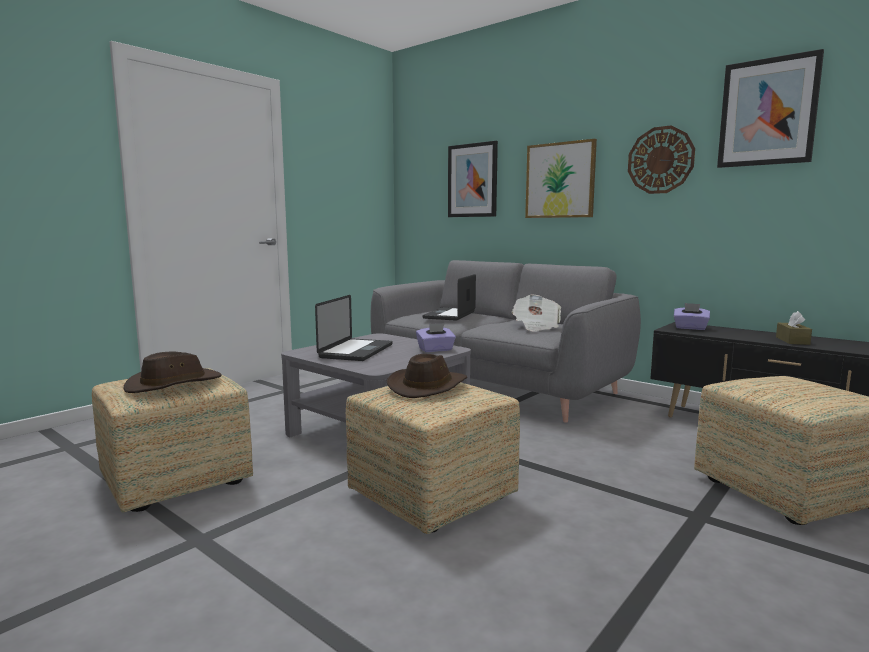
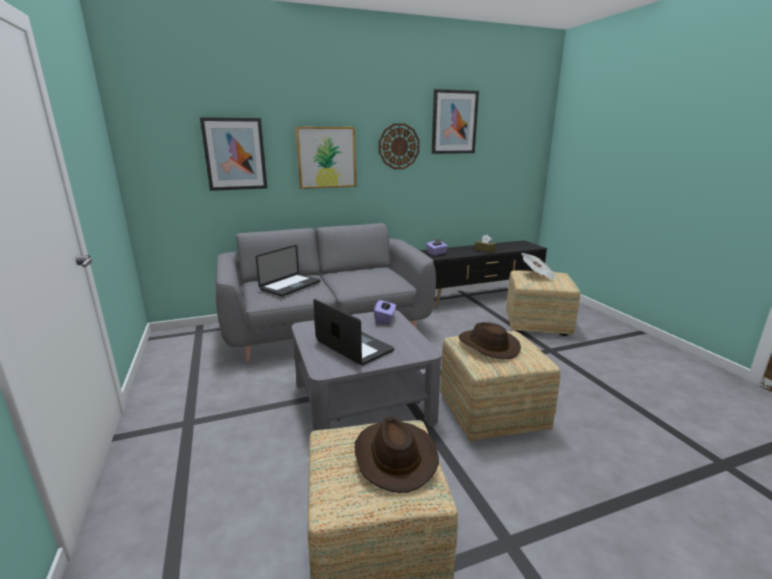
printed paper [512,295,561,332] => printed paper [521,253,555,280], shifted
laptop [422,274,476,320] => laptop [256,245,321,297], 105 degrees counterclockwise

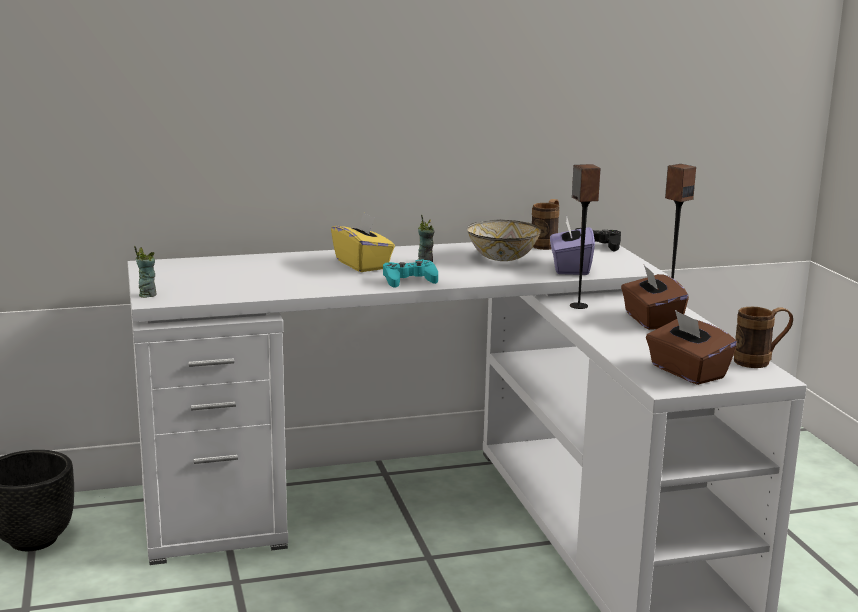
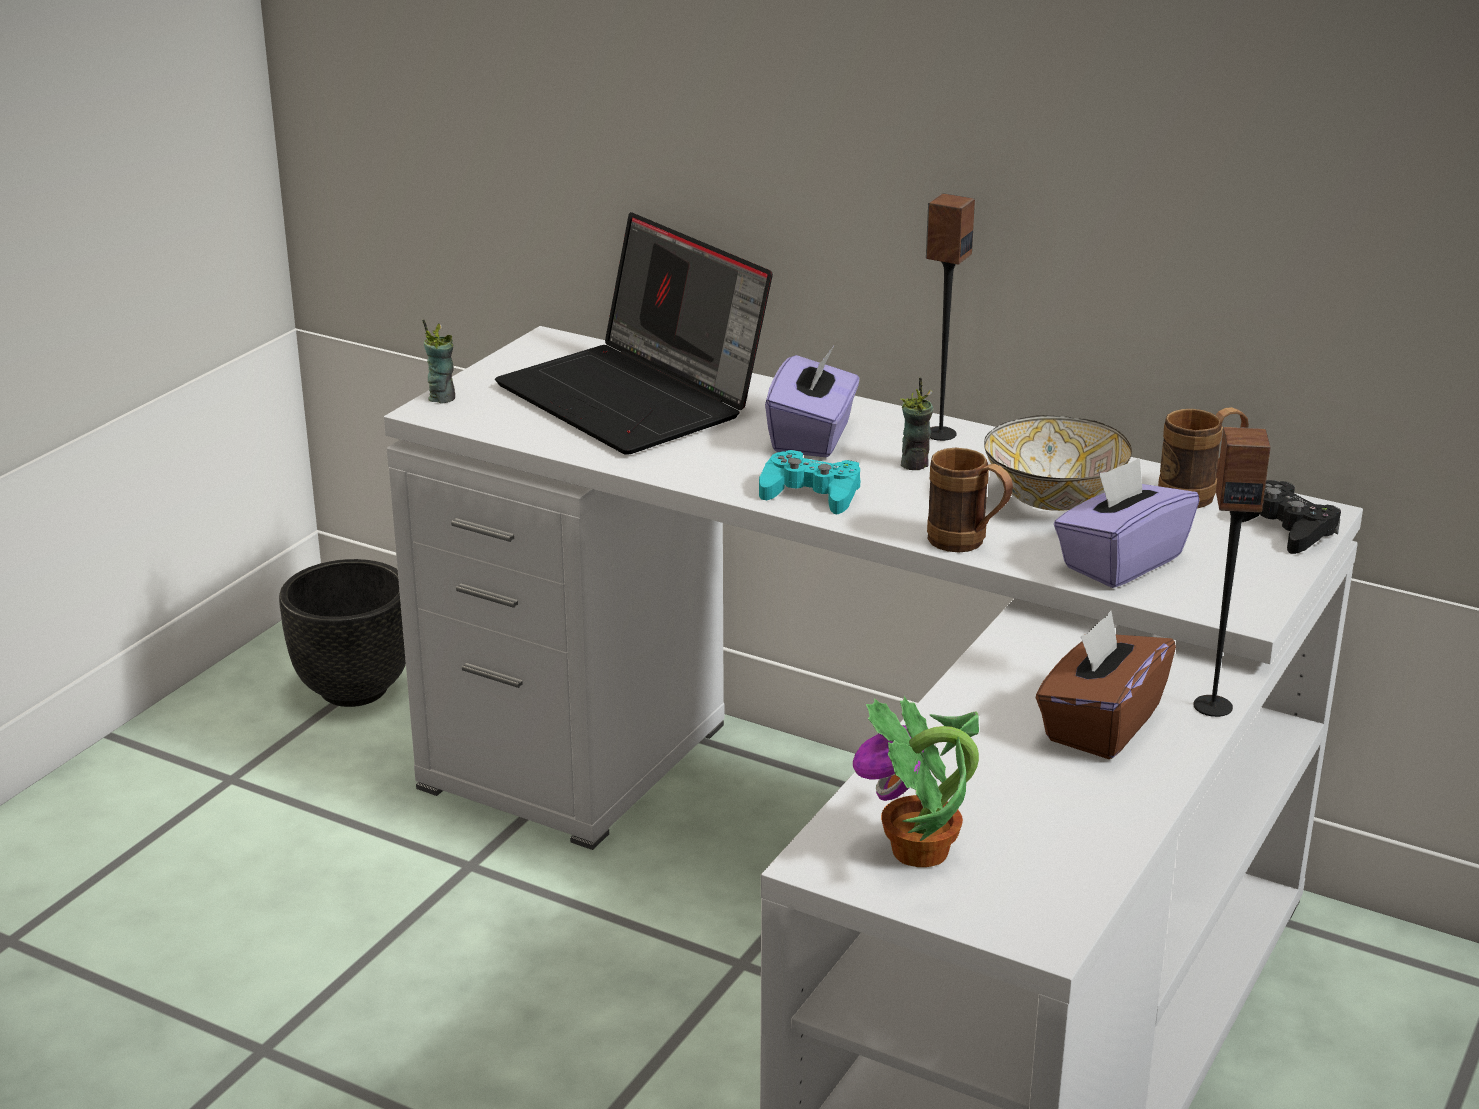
nothing => laptop [495,212,773,455]
audio speaker [570,164,601,309] => audio speaker [926,194,975,441], shifted
brown tea mug [734,307,793,368] => brown tea mug [927,448,1013,553], shifted
brown tissue box [646,310,737,385] => potted plant [853,696,979,867]
yellow tissue box [331,213,395,272] => purple-coloured tissue box [765,346,860,457]

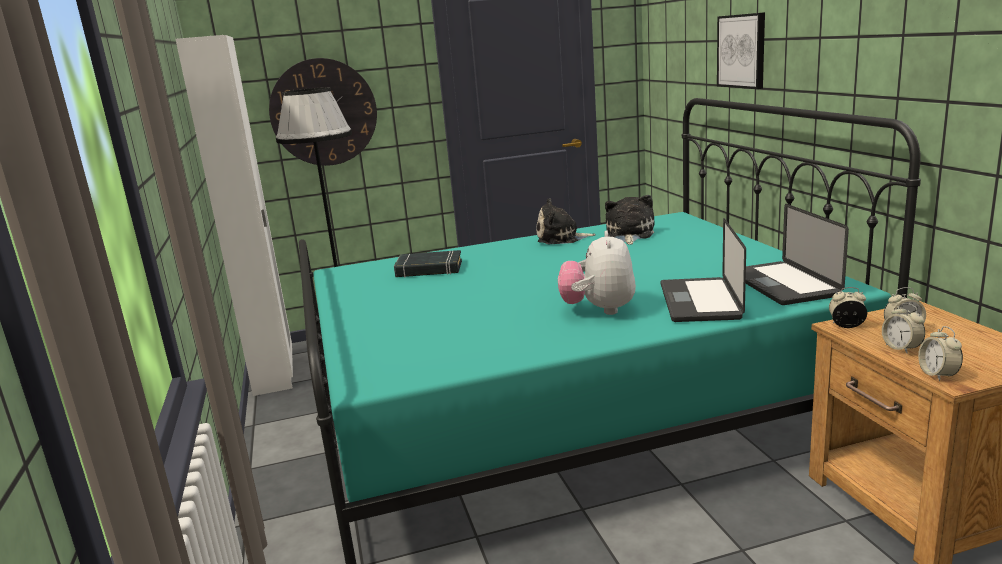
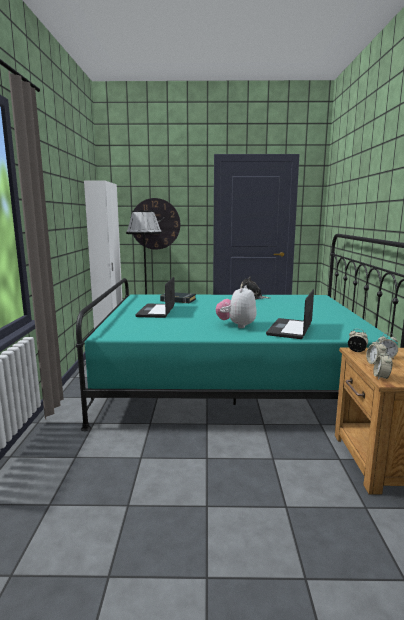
cuddly toy [605,195,655,245] => nothing
wall picture [717,12,765,89] => nothing
laptop [746,204,849,305] => laptop [136,277,175,318], shifted

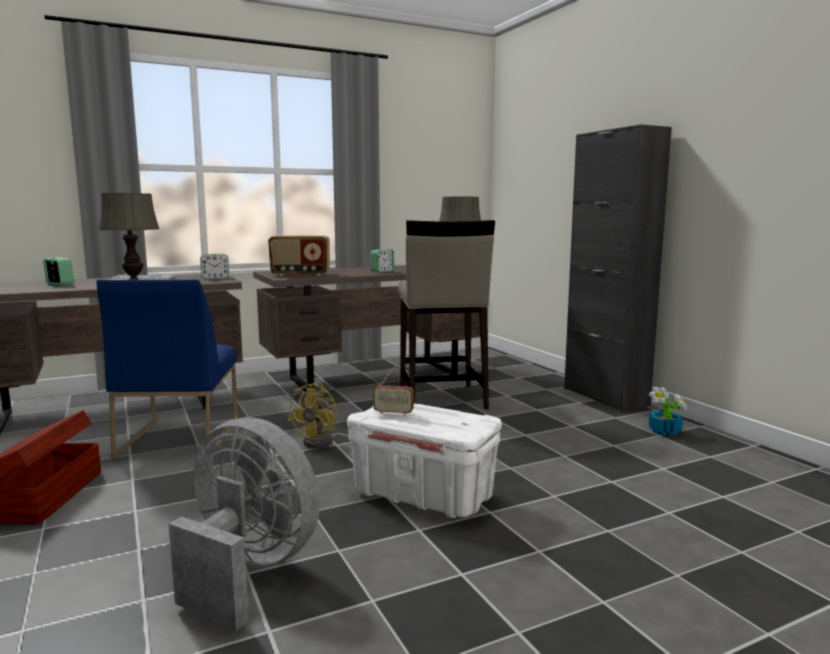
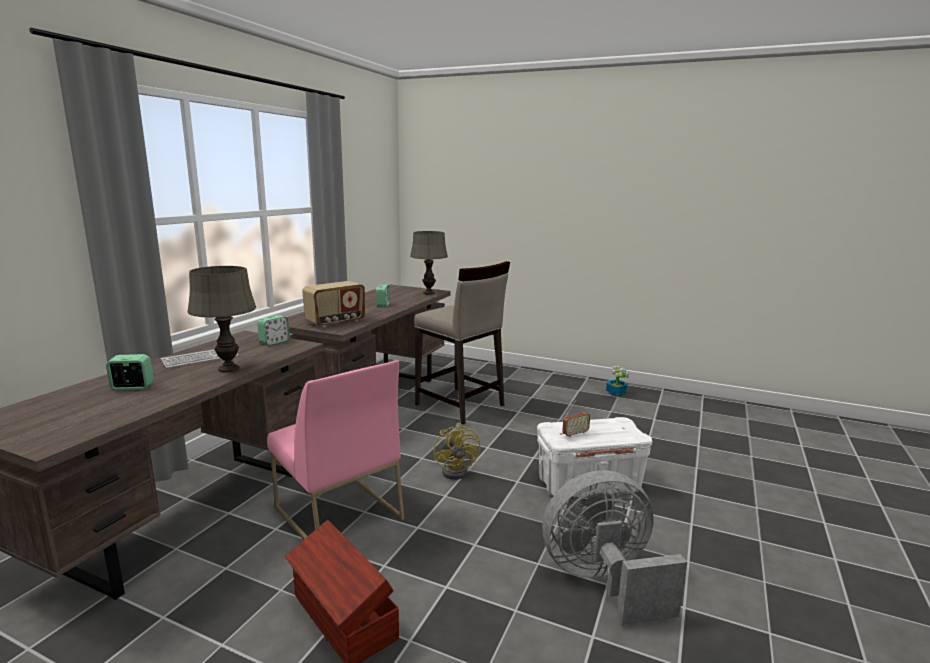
blackish cabinet [564,124,672,412] => nothing
bluish chair [97,279,238,459] => pinkish chair [267,360,404,540]

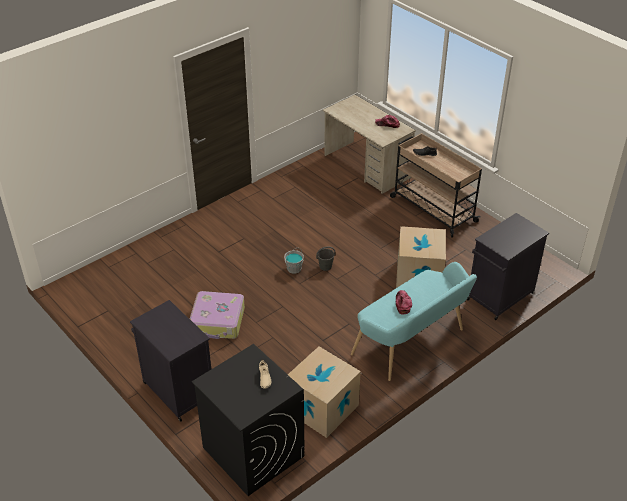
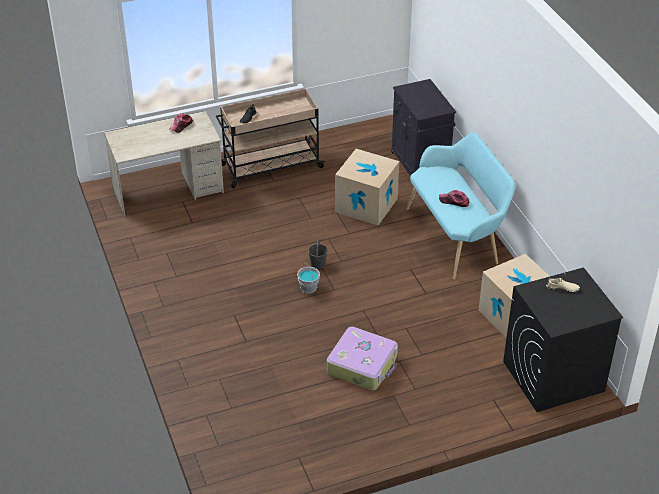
blackish cabinet [130,300,211,422] => nothing

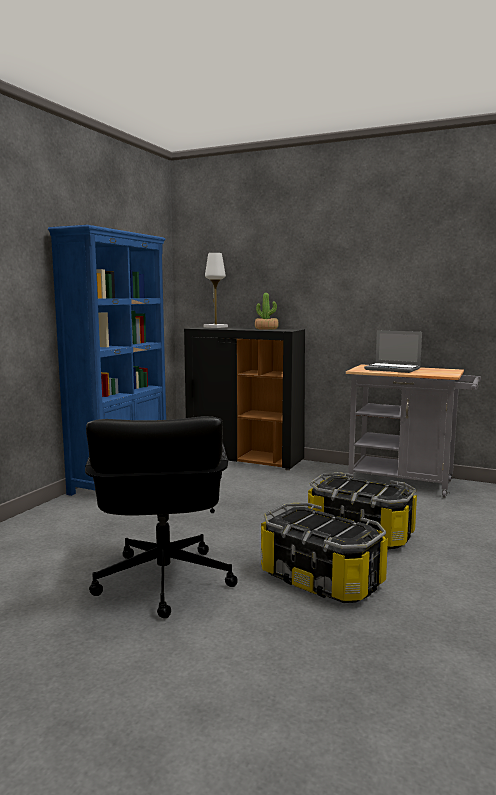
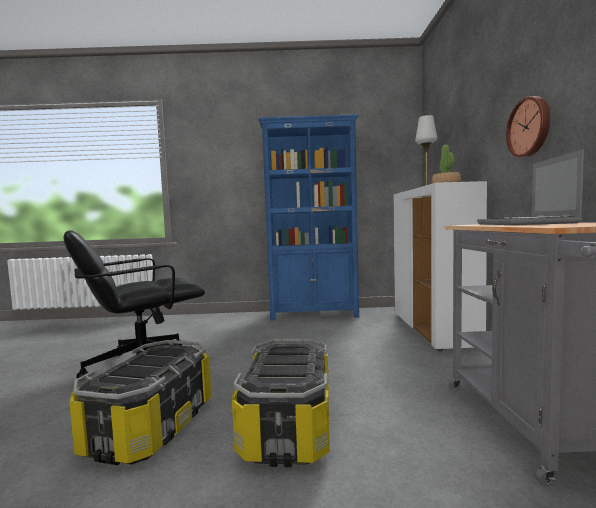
nothing => hanging clock [506,96,550,157]
blackish cabinet [184,327,305,470] => white-coloured cabinet [394,181,487,351]

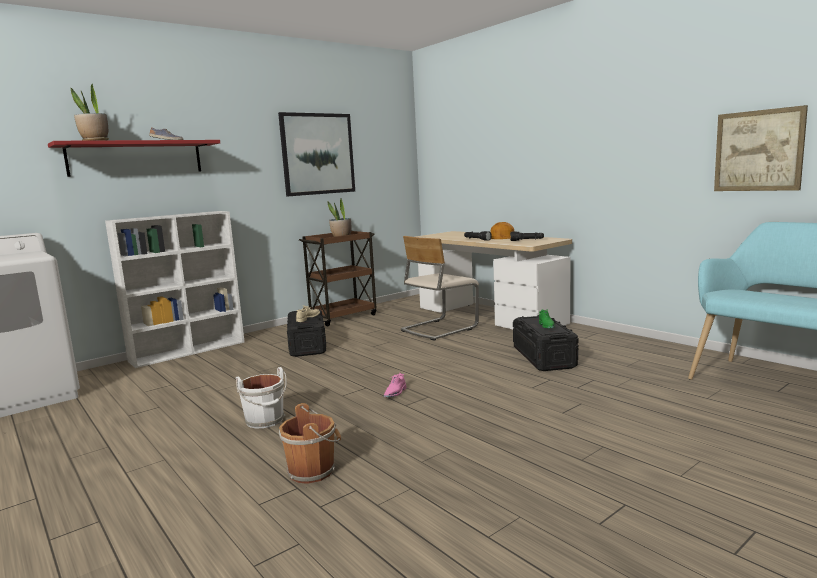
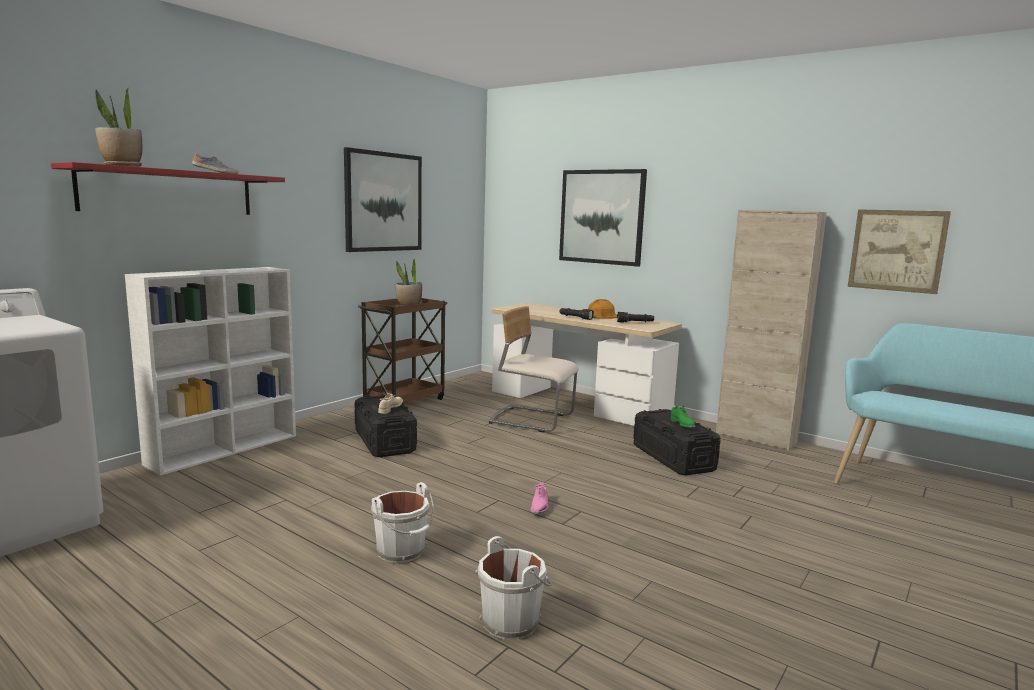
nothing => wall picture [559,169,647,267]
nothing => beige-coloured cabinet [716,210,827,451]
brown water bucket [279,403,341,484] => white-coloured water bucket [475,536,552,640]
beige-coloured chair [401,236,479,341] => beige-coloured chair [489,306,579,433], 75 degrees clockwise

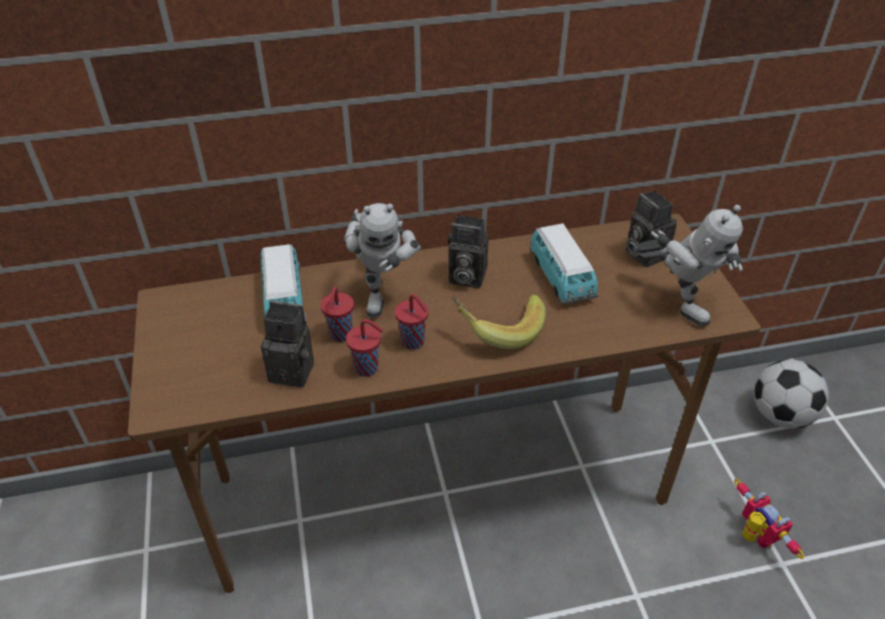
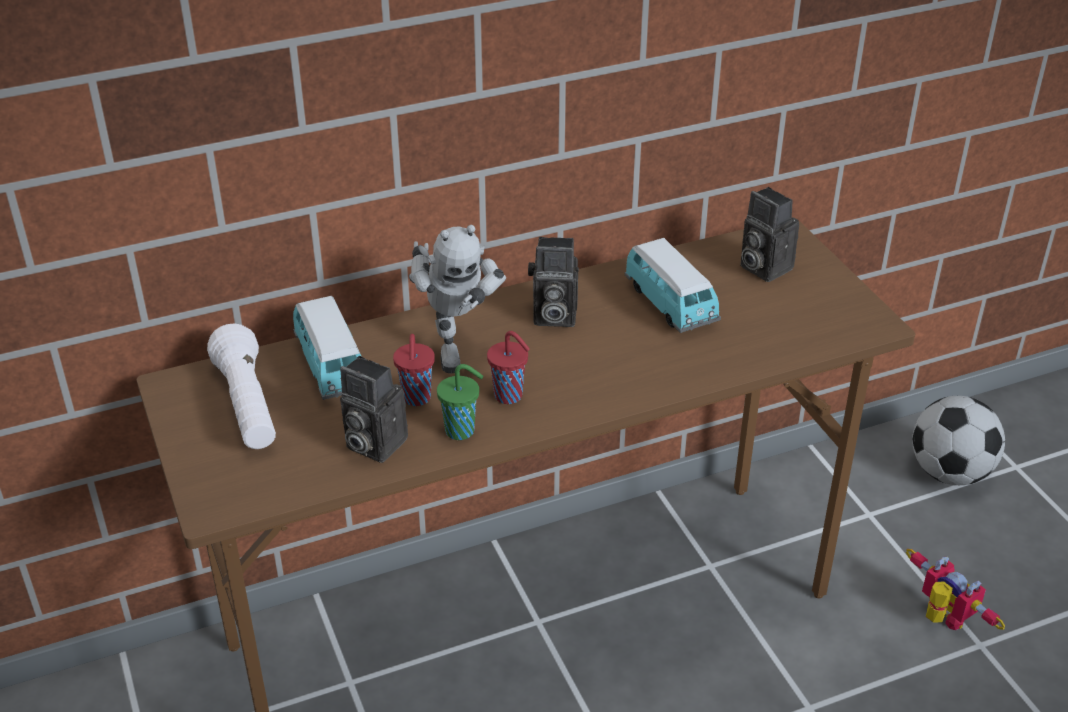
whole banana [451,294,546,349] => nothing
toy robot [636,205,743,326] => nothing
nothing => white-coloured hand torch [207,324,276,449]
red-coloured small cup [346,319,384,377] => green-coloured small cup [437,364,484,440]
still camera [261,301,314,388] => still camera [340,356,408,463], 150 degrees counterclockwise

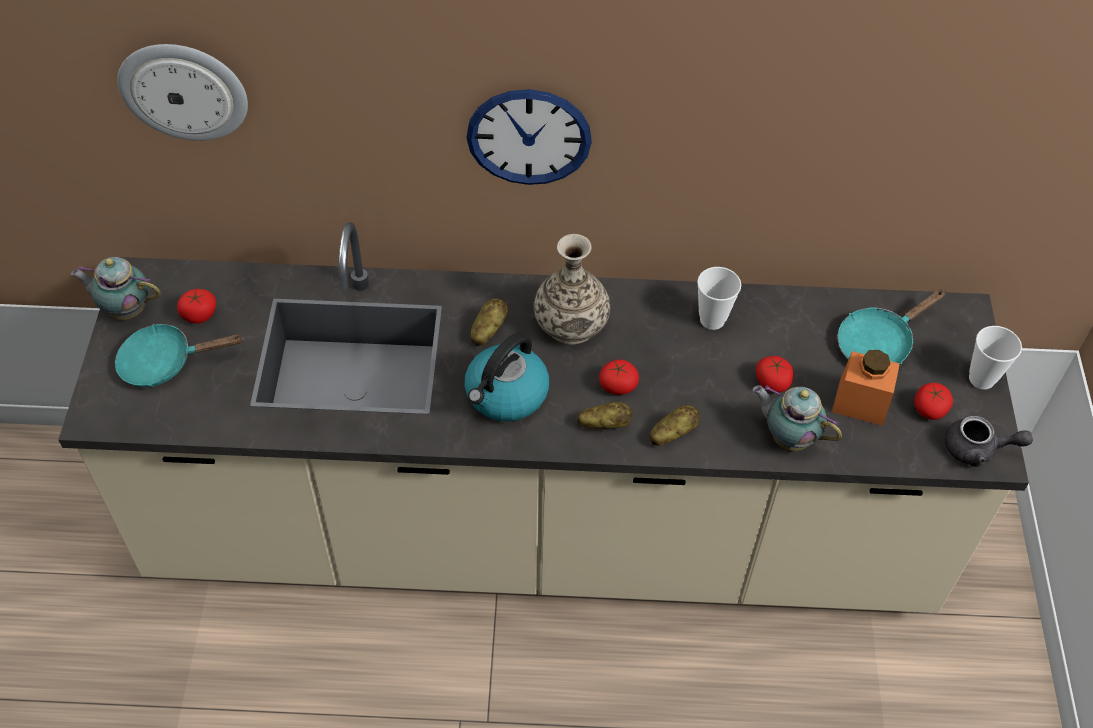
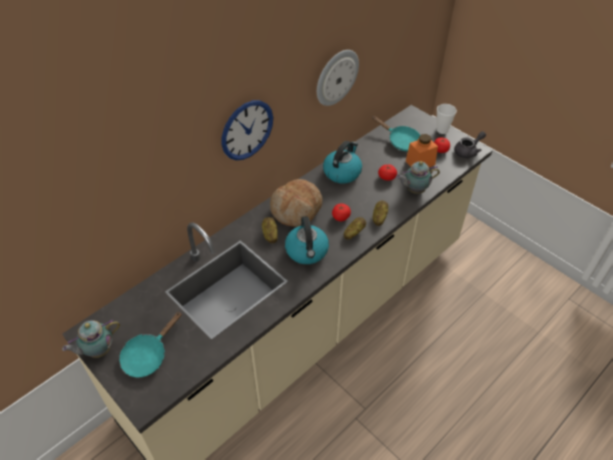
fresh tomato [177,289,216,324] => nothing
hanging clock [117,44,248,141] => hanging clock [317,50,359,106], shifted
decorative vase [534,234,610,345] => baked bread [270,179,322,227]
small cup [697,267,741,330] => kettle [323,141,362,184]
blue-green skillet [838,289,946,365] => blue-green skillet [372,116,420,152], 60 degrees counterclockwise

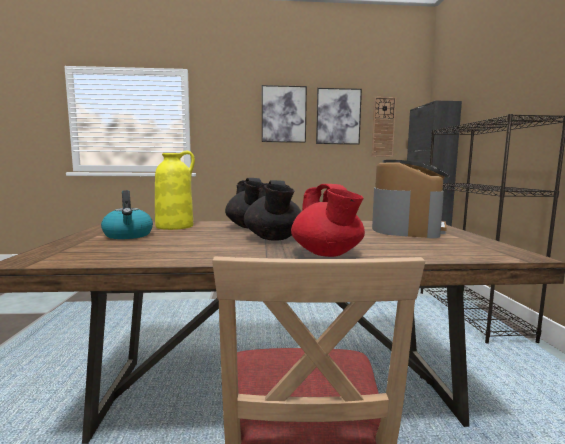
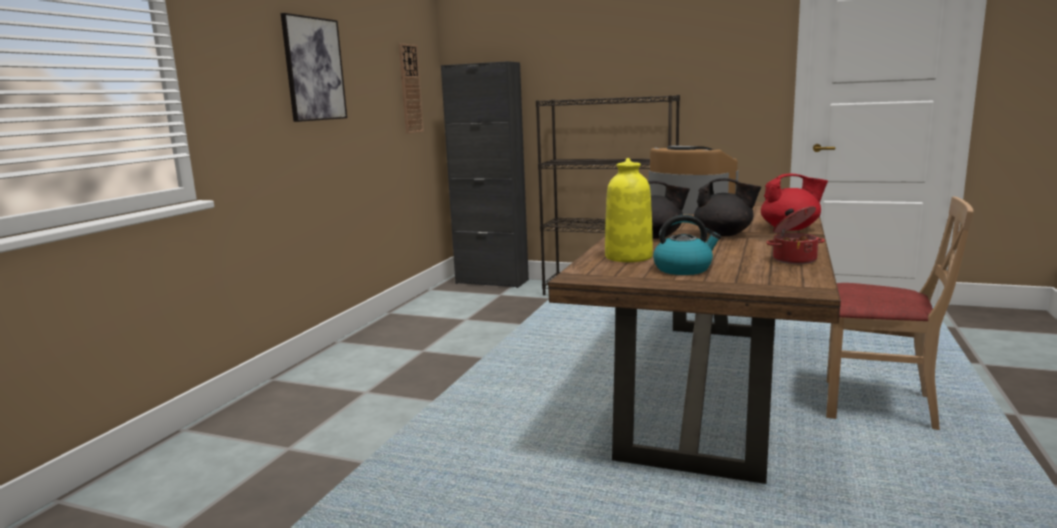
wall picture [316,88,362,145] => nothing
nothing => saucepot [766,206,825,264]

